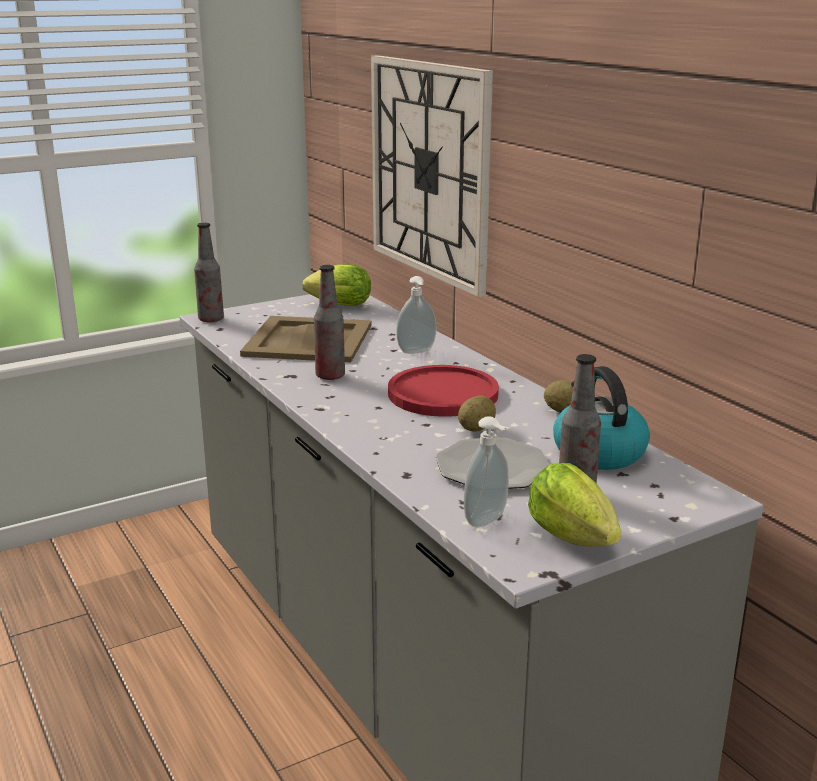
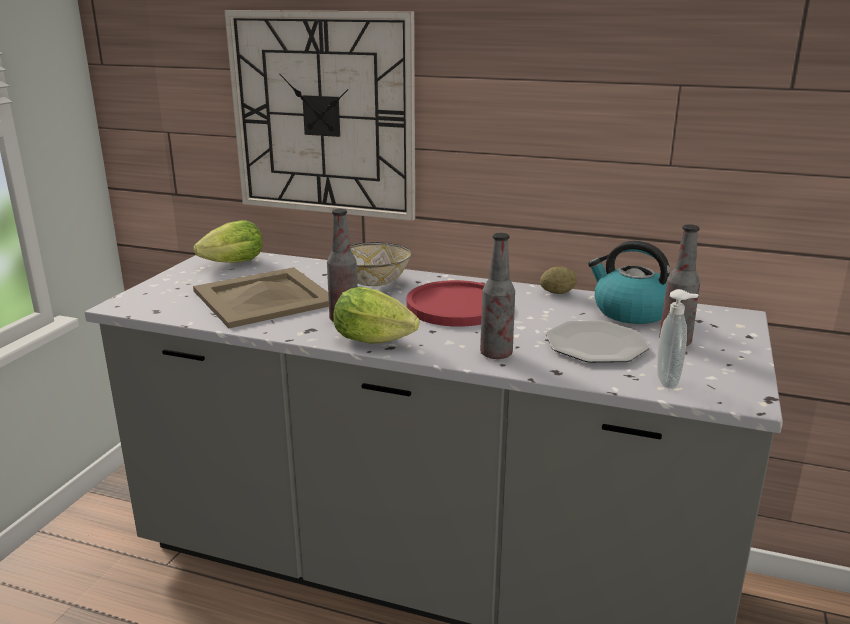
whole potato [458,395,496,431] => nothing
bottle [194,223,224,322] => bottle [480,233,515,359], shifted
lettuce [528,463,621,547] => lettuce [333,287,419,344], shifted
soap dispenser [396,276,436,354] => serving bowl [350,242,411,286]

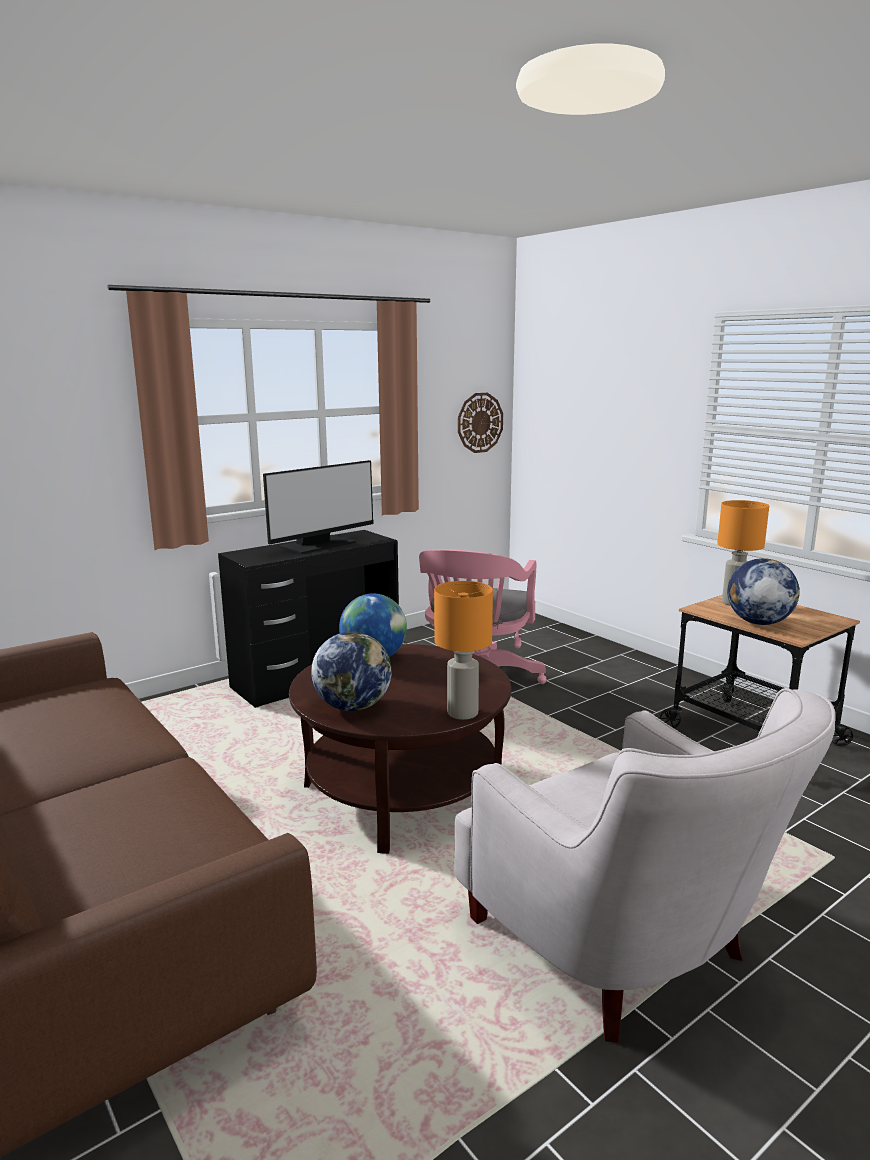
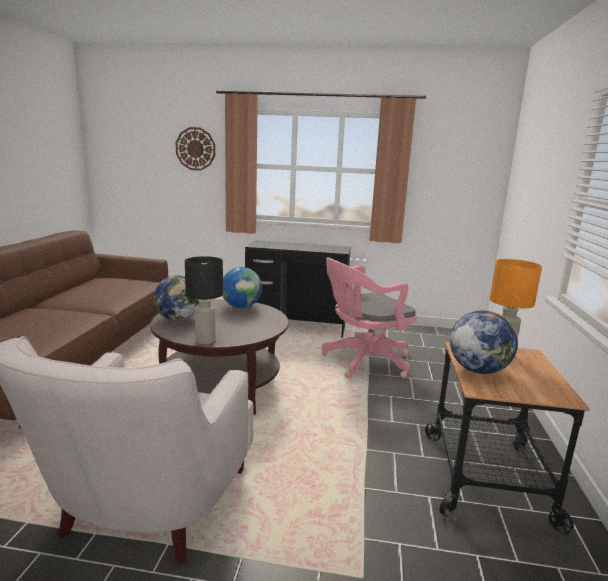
monitor [263,460,373,554] => nothing
hanging clock [458,393,503,453] => hanging clock [176,127,215,171], shifted
orange tabletop lamp [434,581,493,720] => blackish tabletop lamp [185,256,223,344]

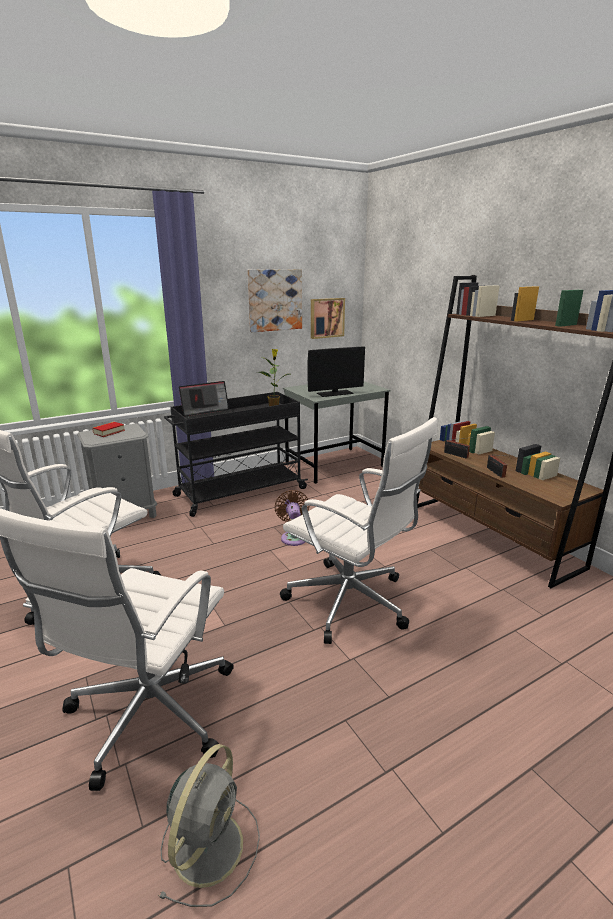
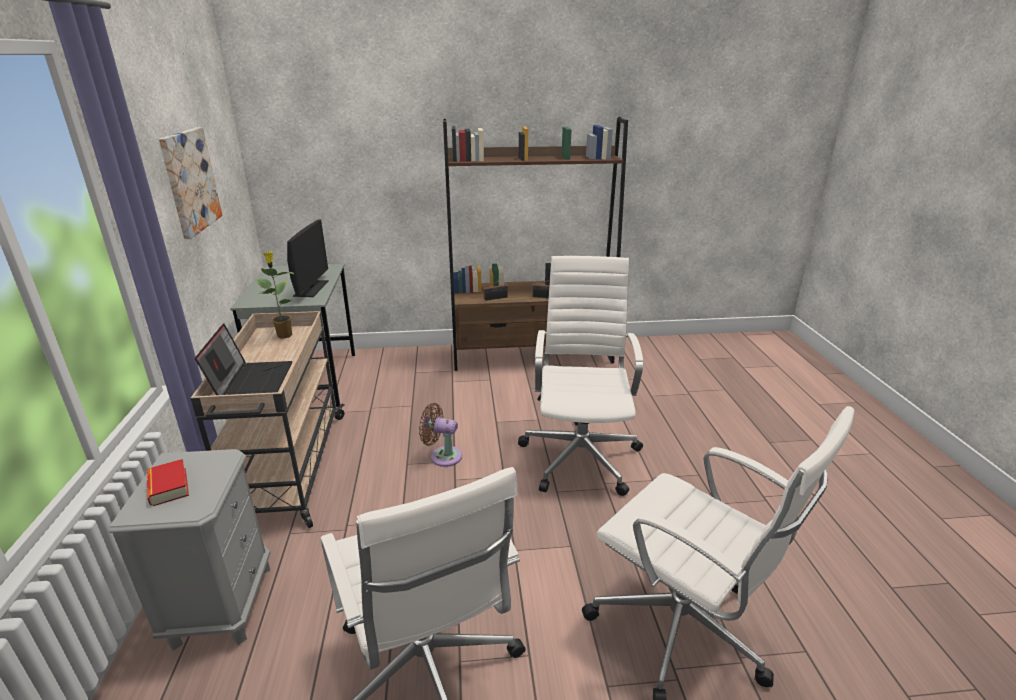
grey electric fan [158,744,260,907] => nothing
wall picture [311,298,345,339] => nothing
blackish trolley [164,392,308,517] => beige-coloured trolley [191,311,345,528]
white-coloured office chair [280,417,438,644] => white-coloured office chair [518,256,643,496], 60 degrees counterclockwise

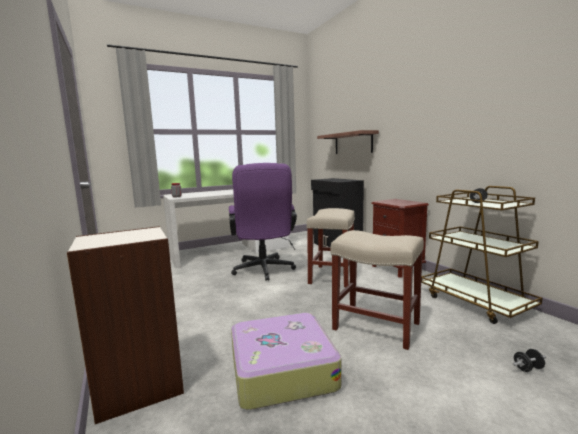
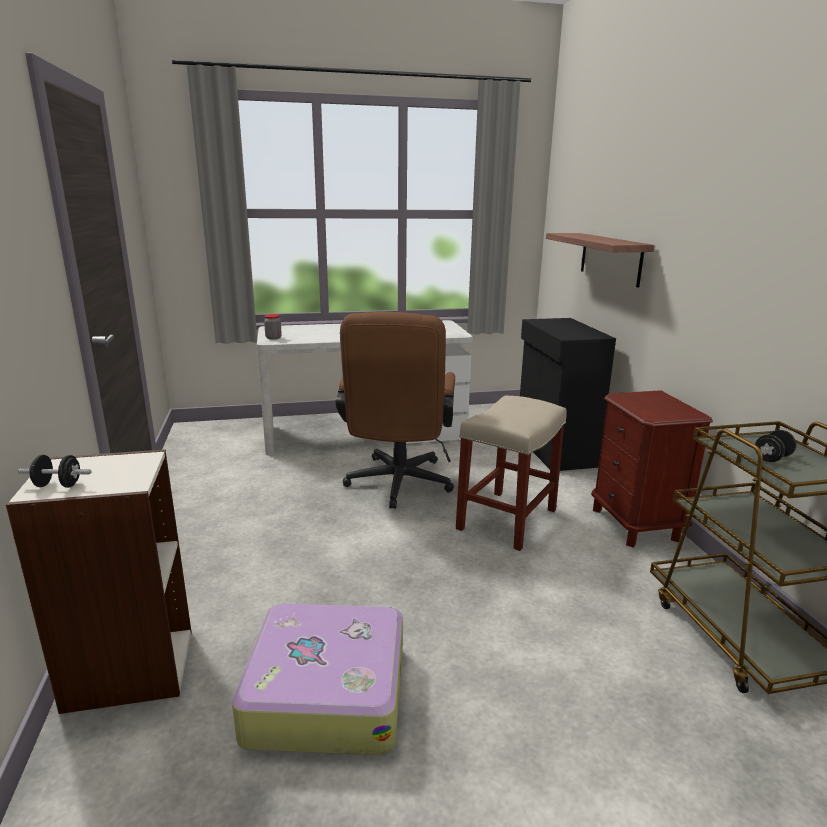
beige-coloured stool seat [330,230,424,350] => nothing
blackish dumbbell [512,349,546,372] => blackish dumbbell [18,455,91,488], shifted
purple-coloured office chair [229,163,297,280] => brown office chair [336,312,455,509]

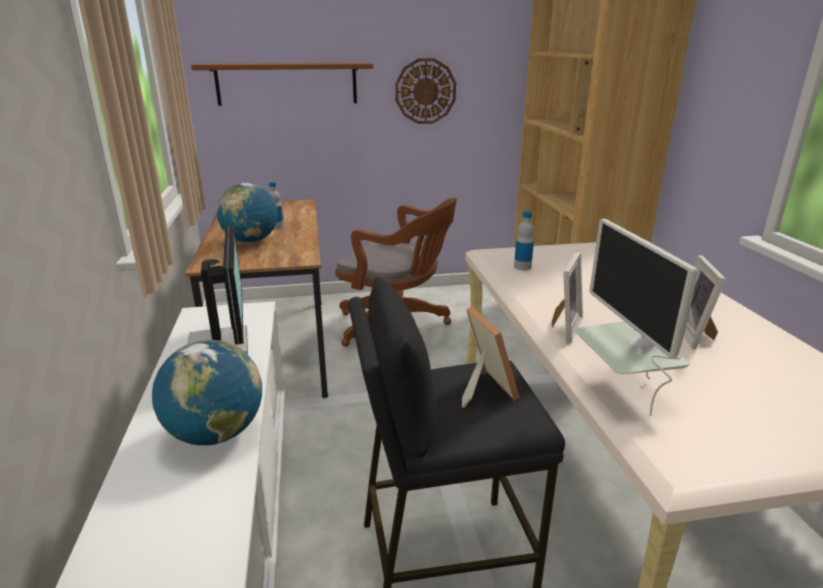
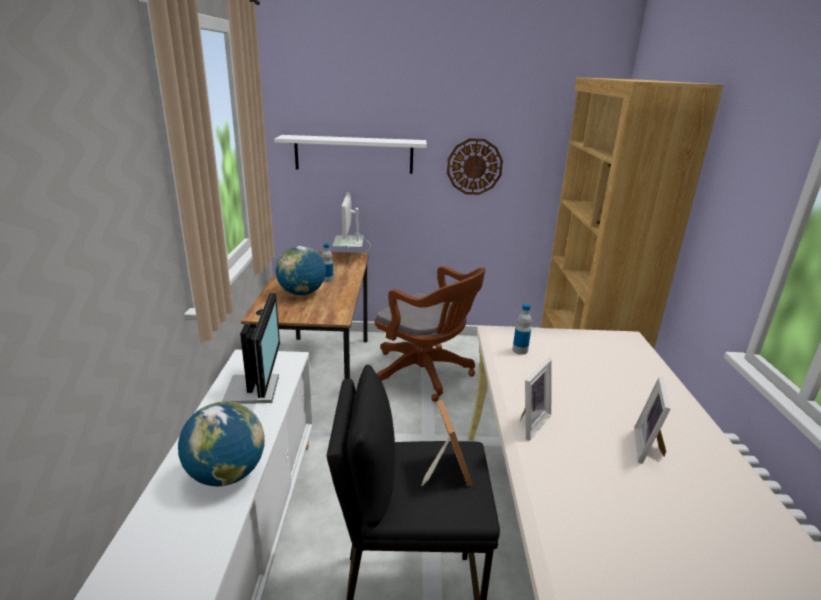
monitor [574,219,697,416] => monitor [332,192,371,266], shifted
brown shelf [191,63,373,106] => white-coloured shelf [274,135,427,174]

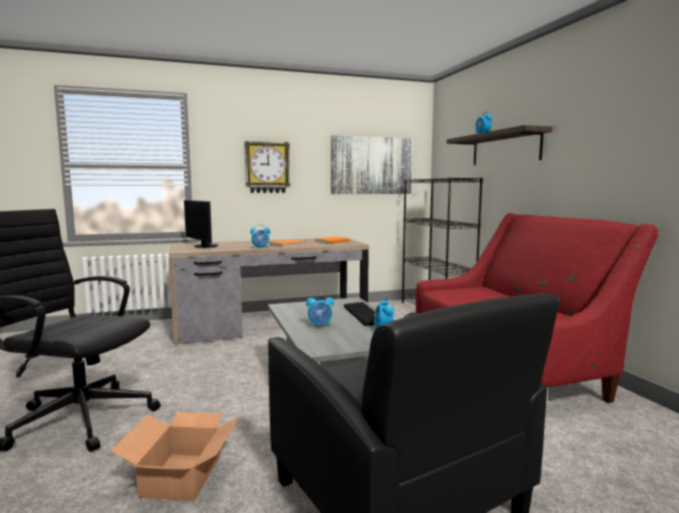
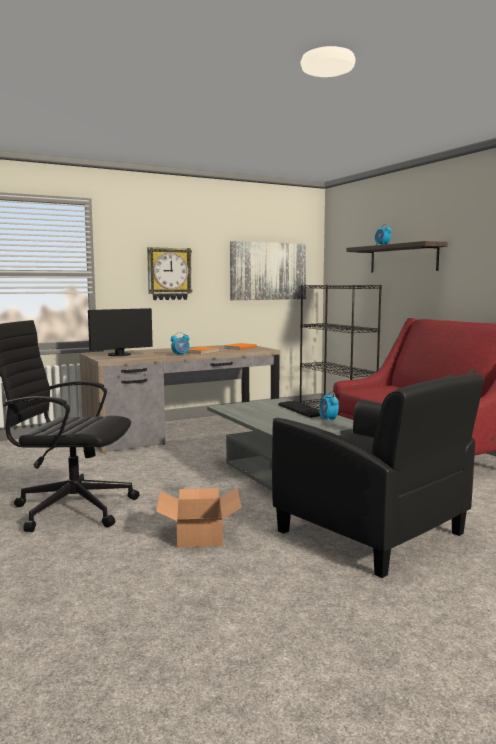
bedside clock [306,293,334,327] => nothing
monitor [184,200,218,248] => monitor [88,308,153,356], 75 degrees counterclockwise

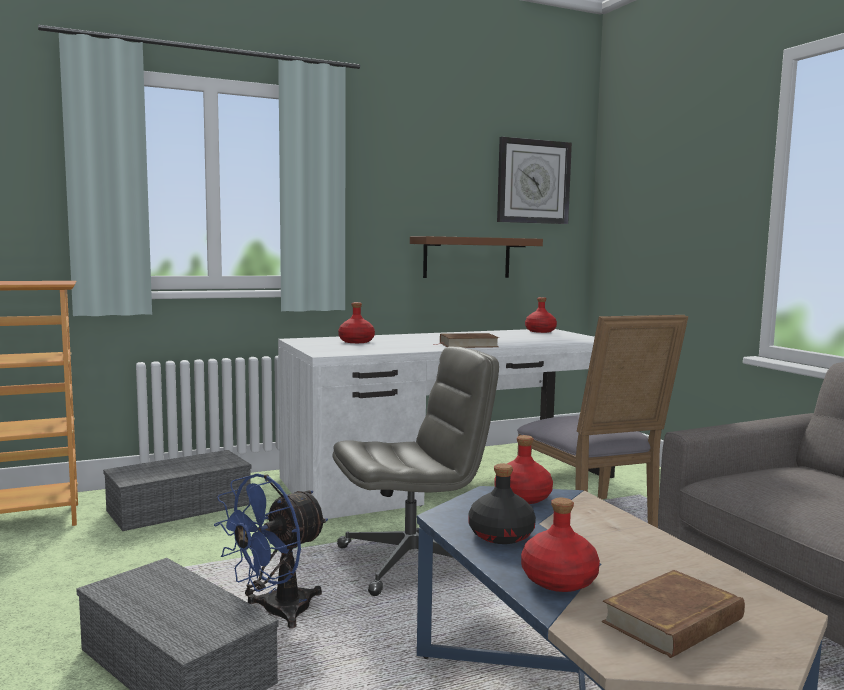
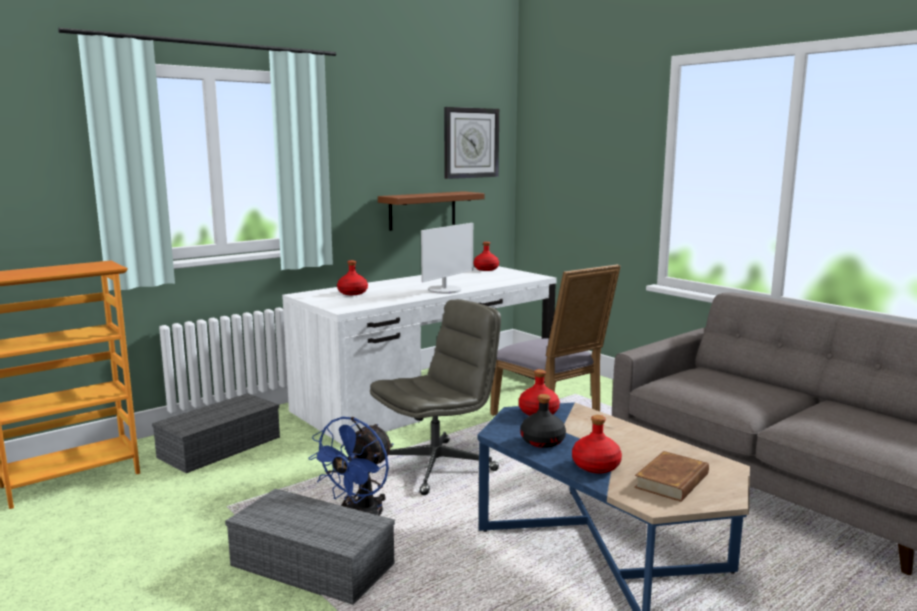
brown book [433,333,499,348] => monitor [421,223,473,294]

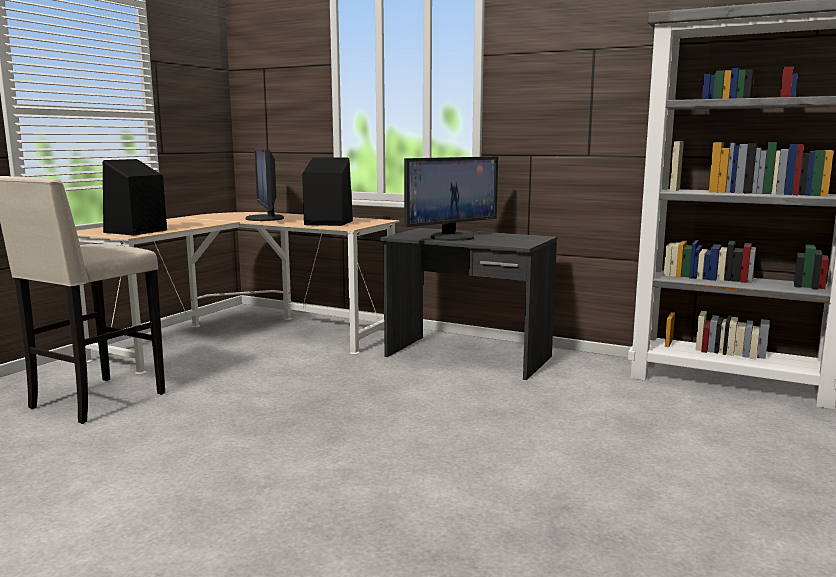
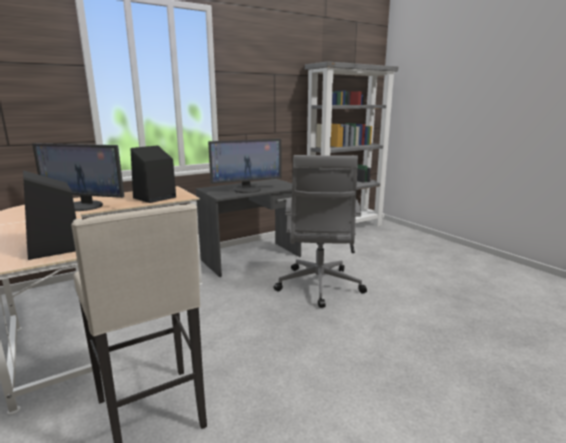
nothing => grey office chair [273,155,367,308]
monitor [404,156,498,241] => monitor [208,139,281,193], 75 degrees clockwise

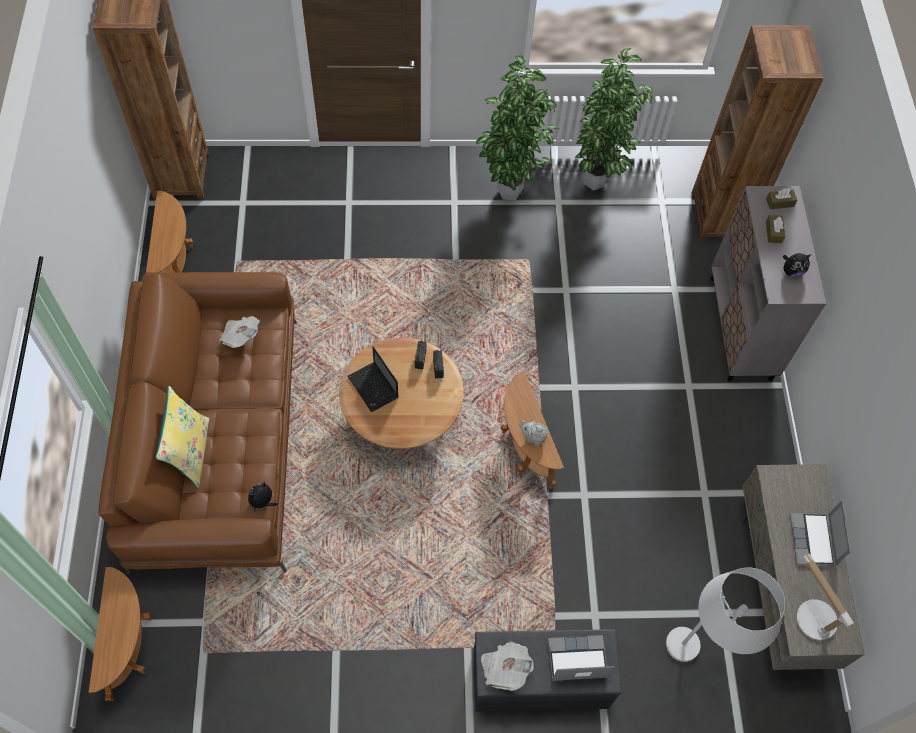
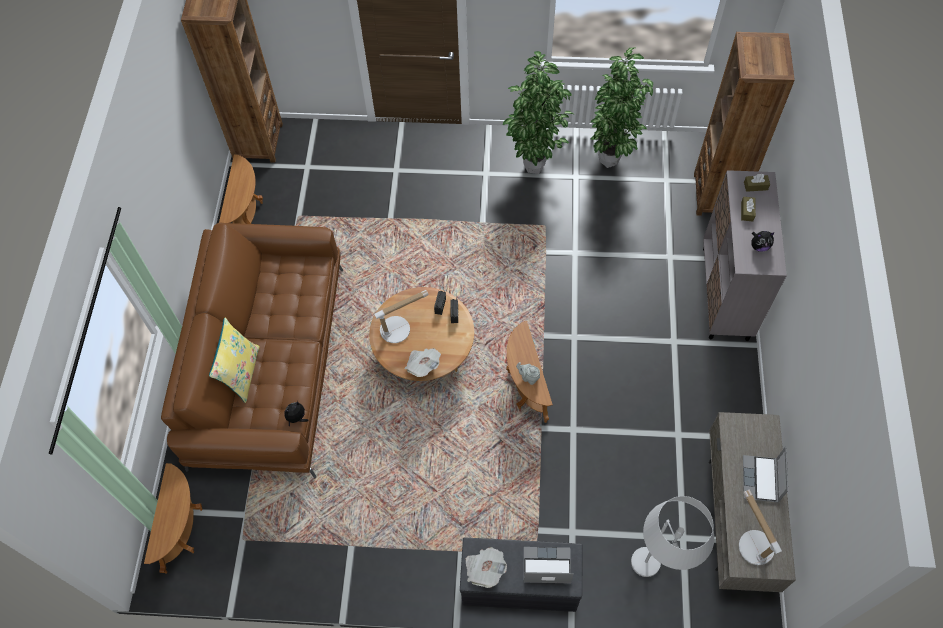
printed paper [219,316,260,348] => printed paper [405,348,441,377], shifted
laptop [348,347,398,412] => tabletop lamp [374,290,428,343]

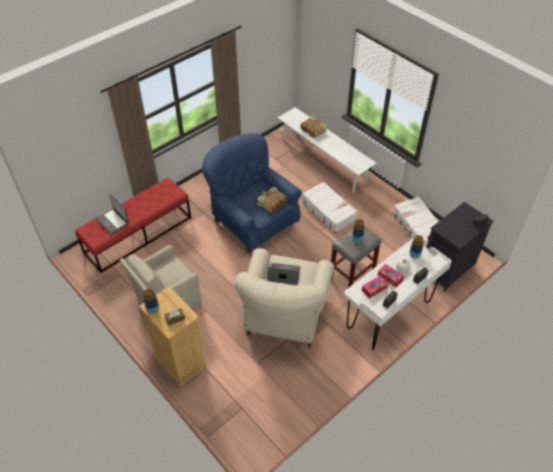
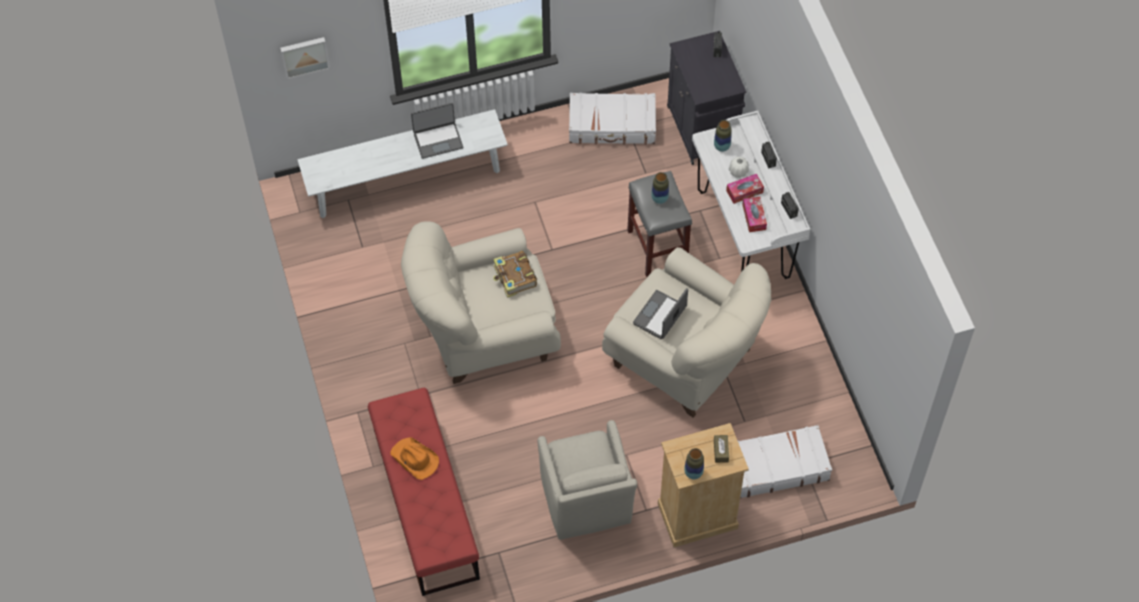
book [300,116,327,138] => nothing
nothing => wall picture [280,37,330,79]
nothing => orange wearable hat [390,437,439,480]
laptop [96,194,129,235] => laptop [411,103,463,159], shifted
white-coloured travel case [302,182,358,233] => white-coloured travel case [737,425,832,498], shifted
bluish easy chair [202,133,302,253] => beige-coloured easy chair [401,221,561,384]

